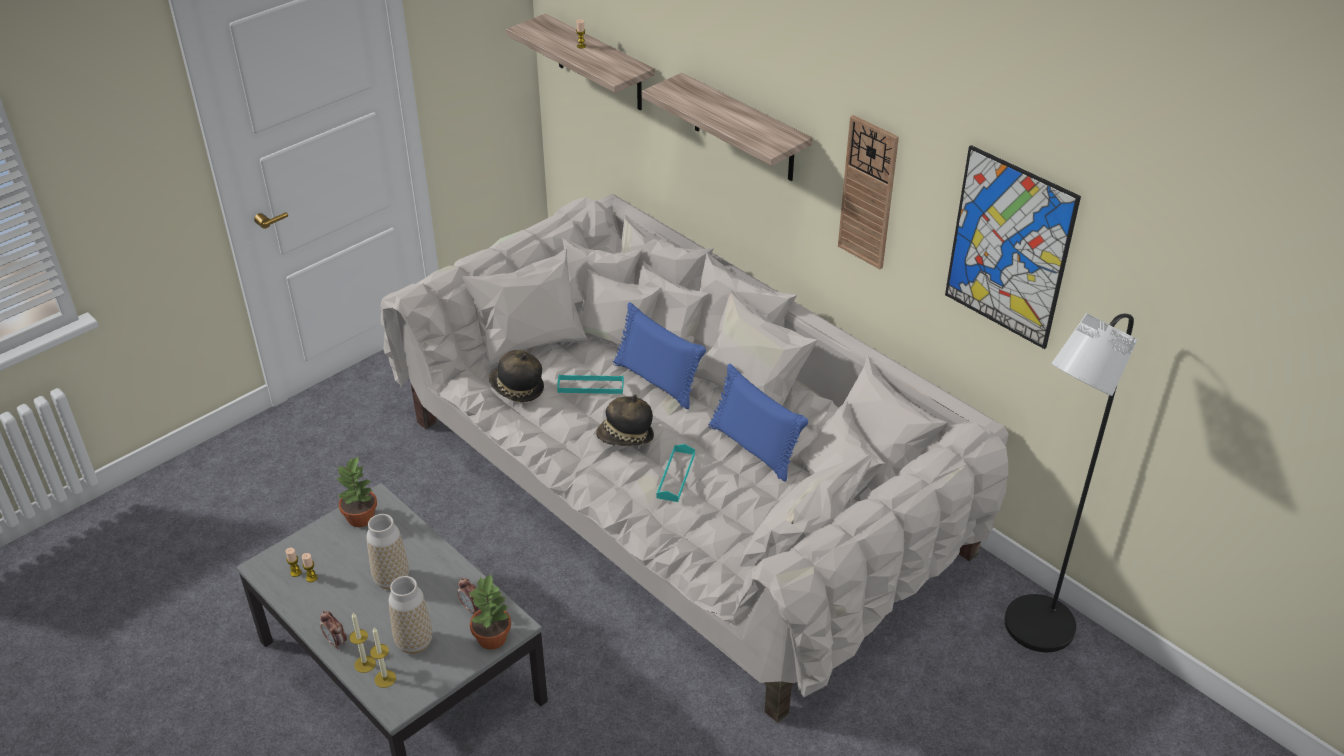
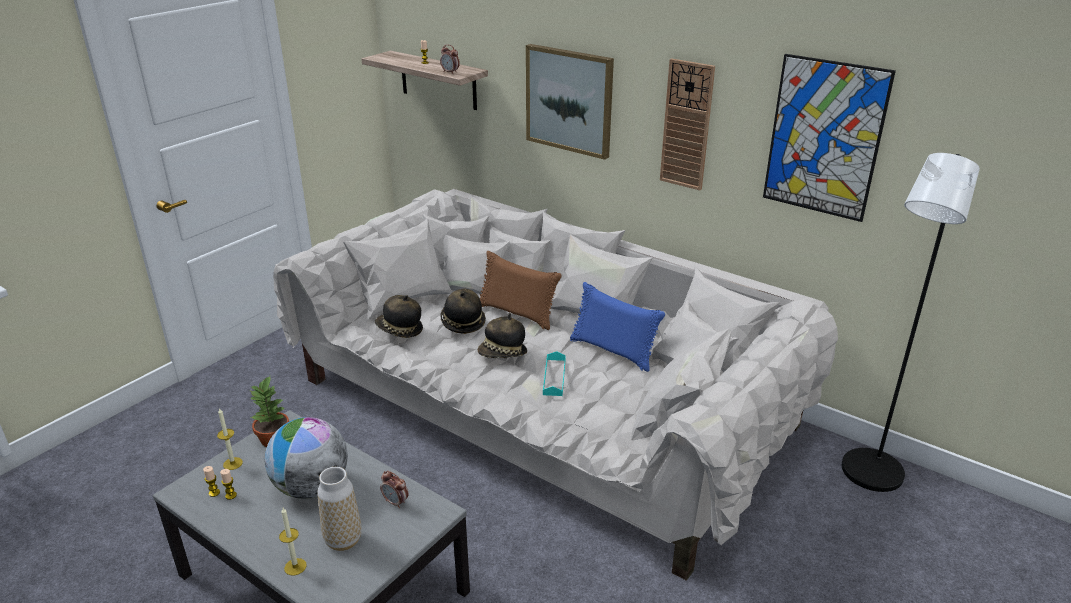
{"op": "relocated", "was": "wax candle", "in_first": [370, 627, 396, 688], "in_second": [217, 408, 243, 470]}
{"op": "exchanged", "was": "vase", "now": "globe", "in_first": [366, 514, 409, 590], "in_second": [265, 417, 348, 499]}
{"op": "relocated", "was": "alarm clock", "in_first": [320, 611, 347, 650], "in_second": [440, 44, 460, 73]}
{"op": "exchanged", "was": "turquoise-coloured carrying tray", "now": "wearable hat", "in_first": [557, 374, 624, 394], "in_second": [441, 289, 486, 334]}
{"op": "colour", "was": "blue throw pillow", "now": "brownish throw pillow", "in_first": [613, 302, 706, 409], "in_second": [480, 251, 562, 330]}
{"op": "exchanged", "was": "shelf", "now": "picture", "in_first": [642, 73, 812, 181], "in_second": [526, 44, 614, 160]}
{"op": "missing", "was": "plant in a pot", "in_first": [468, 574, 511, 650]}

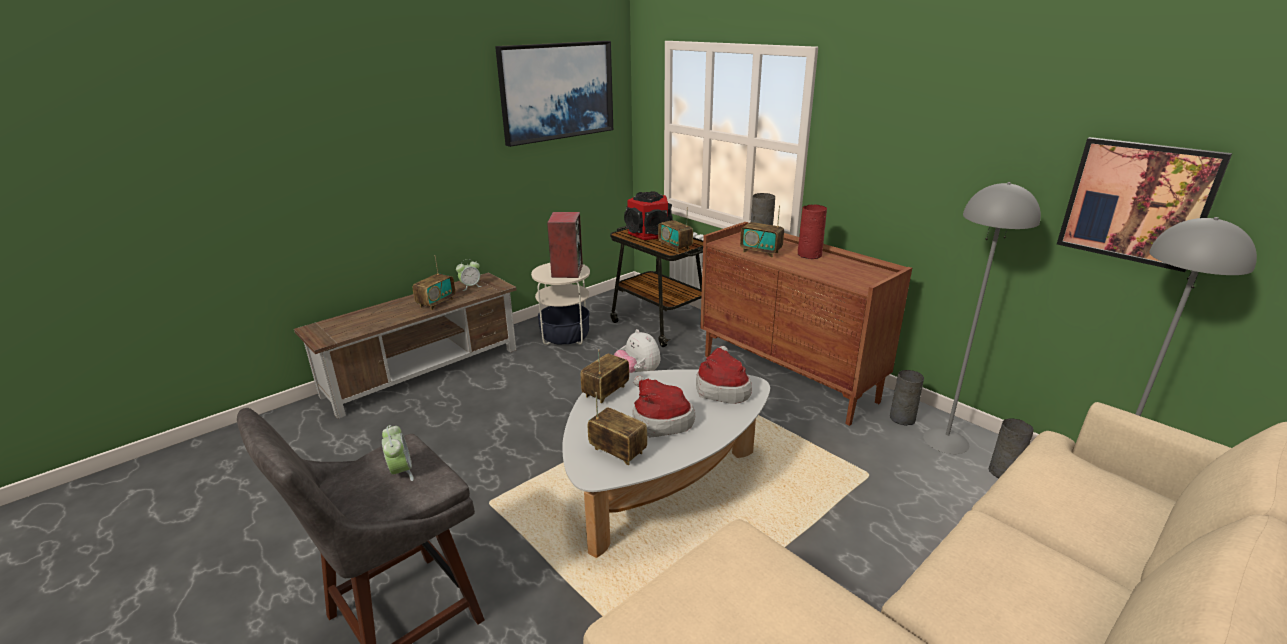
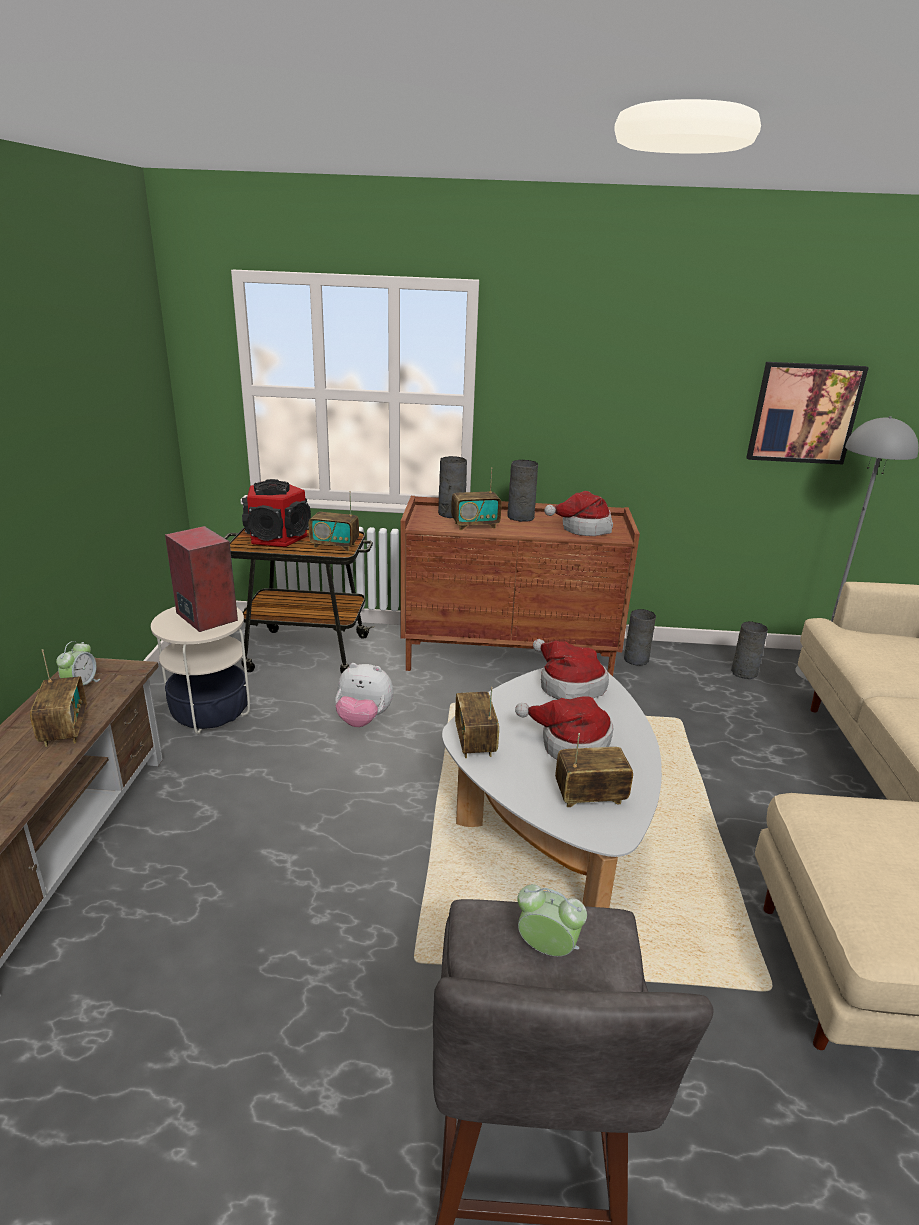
{"op": "colour", "was": "red vase", "now": "grey vase", "in_first": [798, 205, 827, 259], "in_second": [508, 460, 538, 522]}
{"op": "appeared", "now": "wearable hat", "in_second": [544, 491, 613, 536]}
{"op": "missing", "was": "picture", "in_first": [495, 41, 613, 147]}
{"op": "missing", "was": "grey floor lamp", "in_first": [923, 182, 1041, 454]}

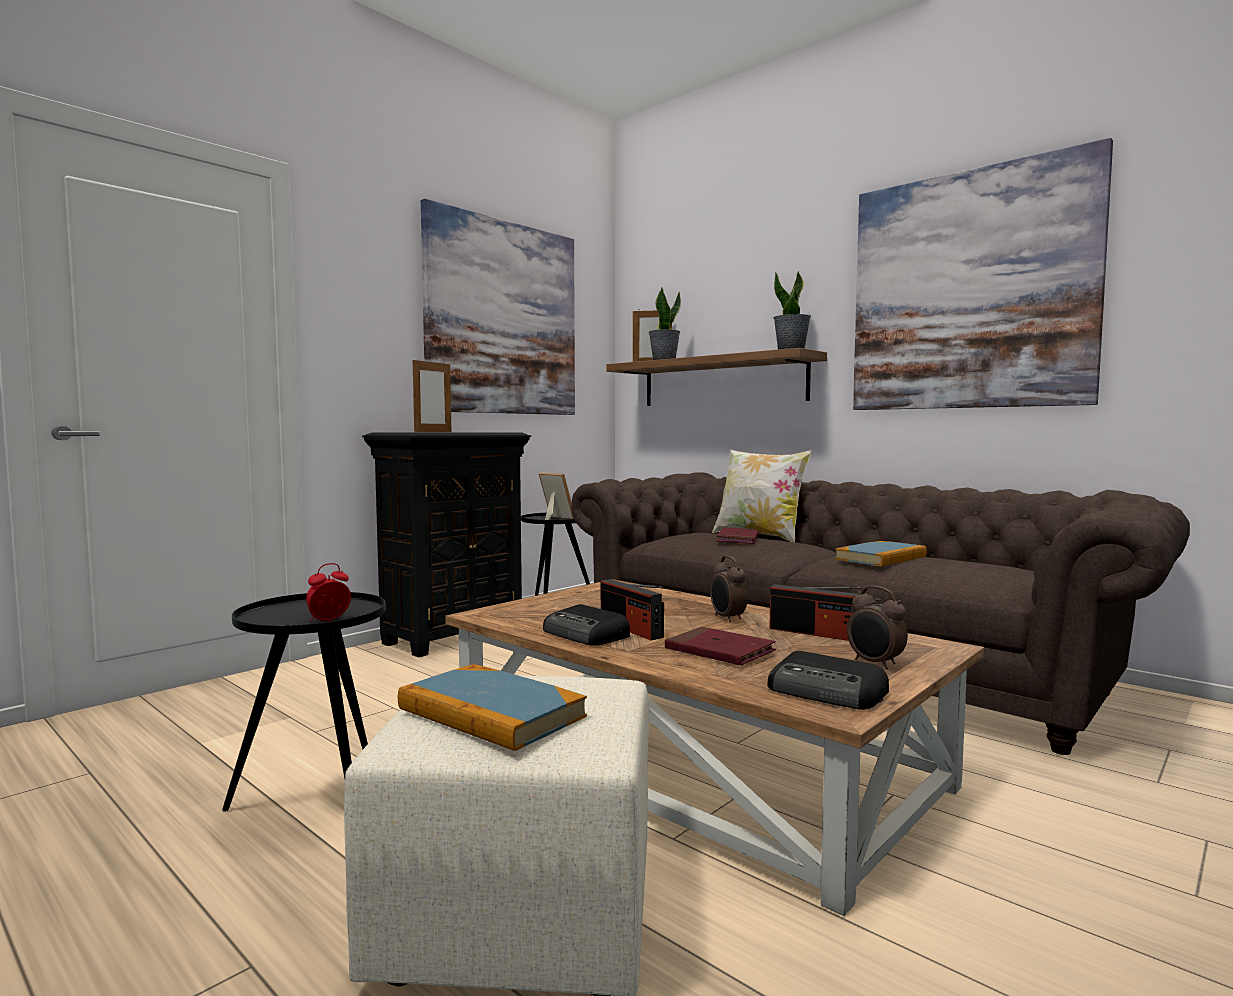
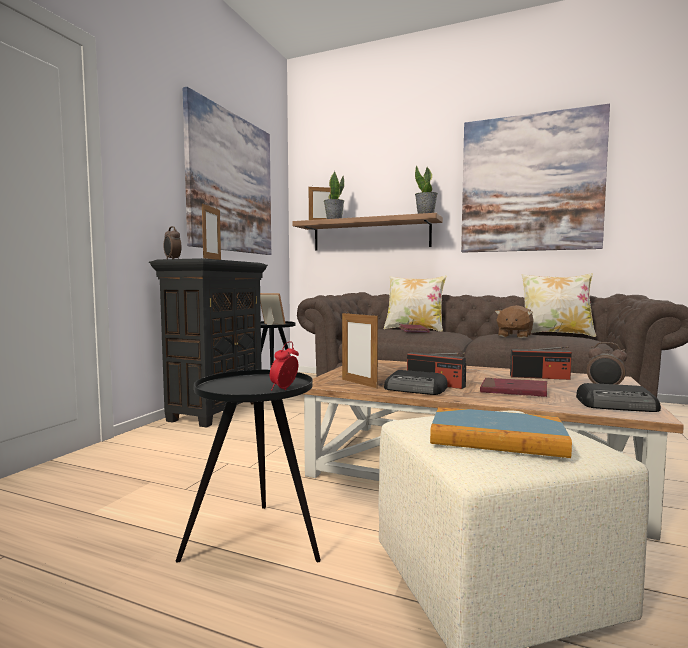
{"op": "relocated", "was": "alarm clock", "in_first": [710, 556, 748, 622], "in_second": [164, 226, 181, 259]}
{"op": "appeared", "now": "standing frame", "in_second": [342, 312, 378, 388]}
{"op": "exchanged", "was": "bound book", "now": "brownish cuddly toy", "in_first": [835, 541, 927, 566], "in_second": [495, 305, 534, 338]}
{"op": "appeared", "now": "throw pillow", "in_second": [521, 273, 596, 337]}

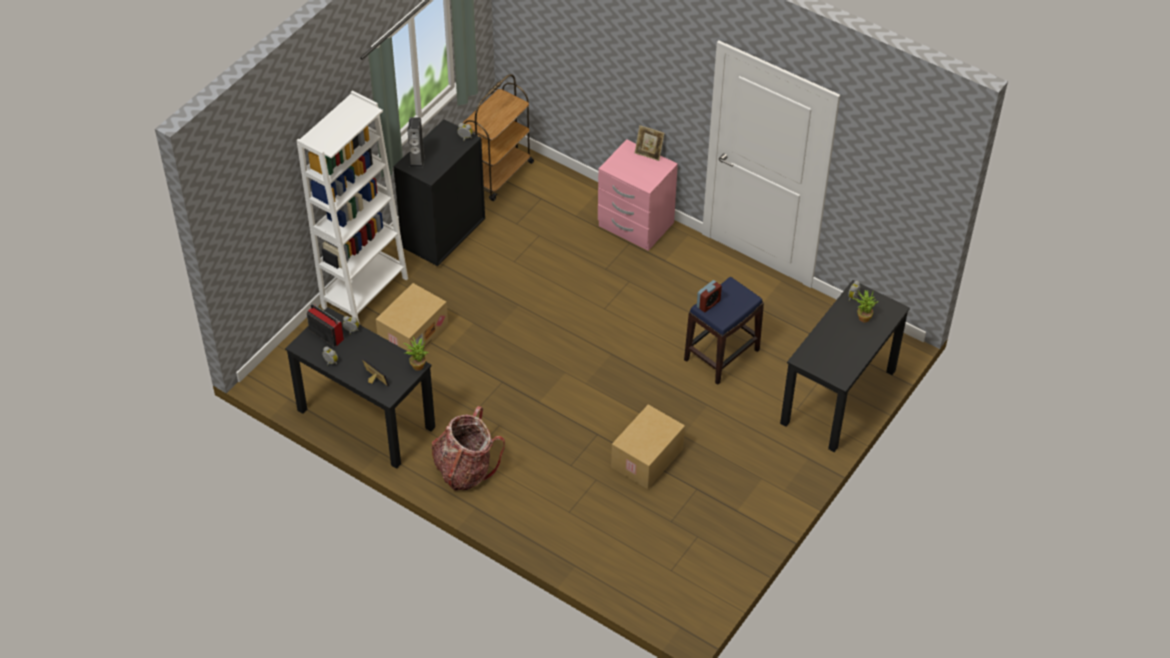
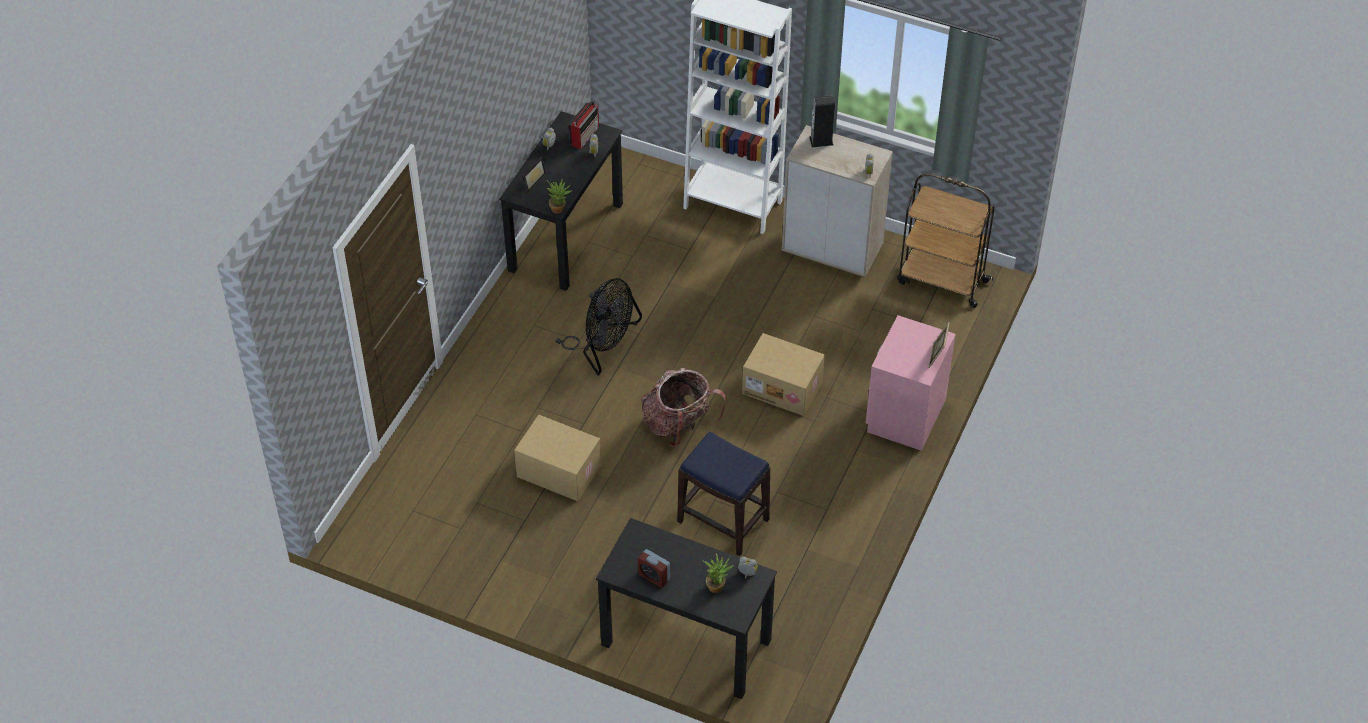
{"op": "appeared", "now": "blackish fan", "in_second": [555, 278, 642, 376]}
{"op": "relocated", "was": "alarm clock", "in_first": [697, 280, 722, 312], "in_second": [638, 549, 670, 588]}
{"op": "relocated", "was": "knapsack", "in_first": [431, 406, 505, 491], "in_second": [641, 368, 727, 447]}
{"op": "relocated", "was": "packing box", "in_first": [376, 283, 448, 352], "in_second": [742, 333, 825, 416]}
{"op": "colour", "was": "blackish storage cabinet", "now": "sand-coloured storage cabinet", "in_first": [394, 119, 485, 266], "in_second": [782, 125, 893, 277]}

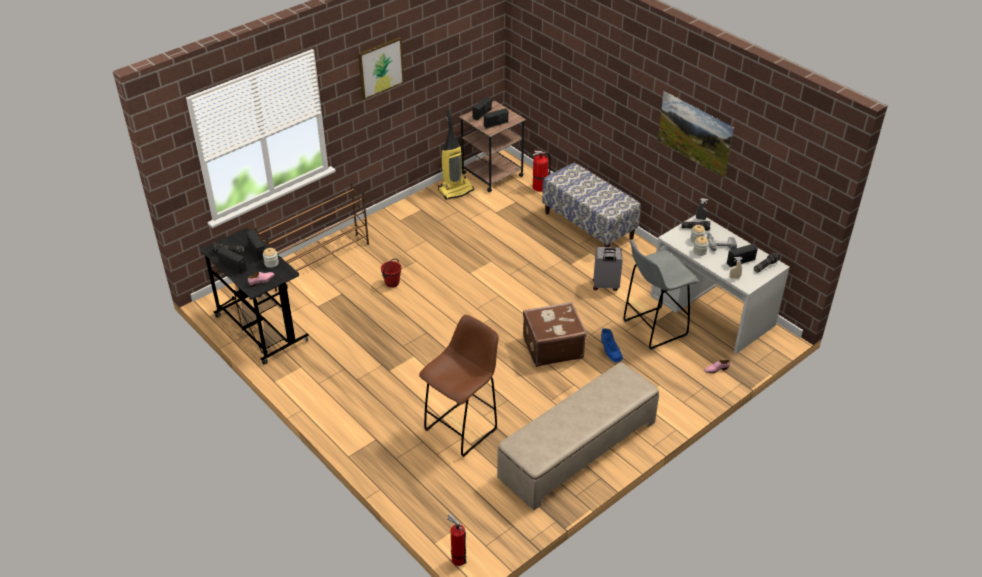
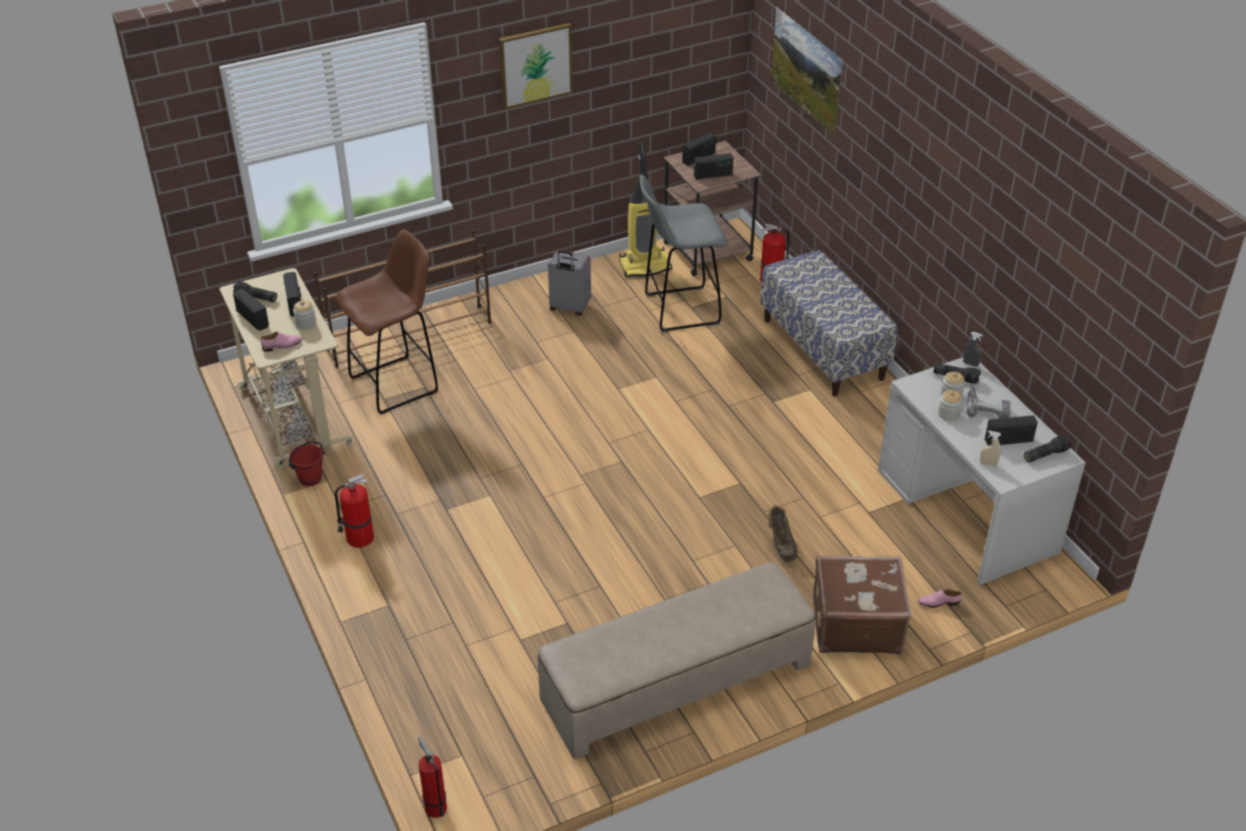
{"op": "colour", "was": "blackish desk", "now": "sand-coloured desk", "in_first": [200, 228, 309, 365], "in_second": [220, 268, 353, 468]}
{"op": "relocated", "was": "red water bucket", "in_first": [381, 259, 401, 288], "in_second": [289, 442, 325, 486]}
{"op": "relocated", "was": "brownish sitting stool", "in_first": [419, 315, 499, 457], "in_second": [335, 229, 438, 415]}
{"op": "appeared", "now": "fire-fighting cylinder", "in_second": [335, 474, 374, 548]}
{"op": "relocated", "was": "grey travel case", "in_first": [593, 247, 623, 291], "in_second": [548, 250, 591, 316]}
{"op": "relocated", "was": "grey sitting stool", "in_first": [623, 240, 699, 350], "in_second": [639, 174, 727, 332]}
{"op": "colour", "was": "blue boot", "now": "brownish boot", "in_first": [601, 328, 623, 363], "in_second": [768, 505, 798, 562]}
{"op": "relocated", "was": "picture", "in_first": [658, 91, 734, 178], "in_second": [771, 6, 843, 136]}
{"op": "relocated", "was": "brownish travel case", "in_first": [523, 302, 587, 367], "in_second": [813, 556, 911, 654]}

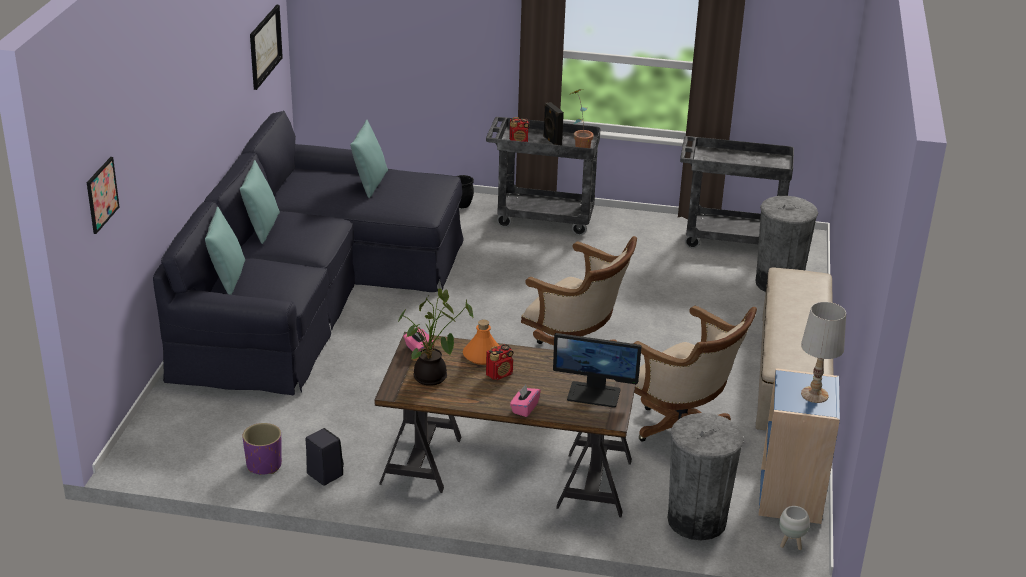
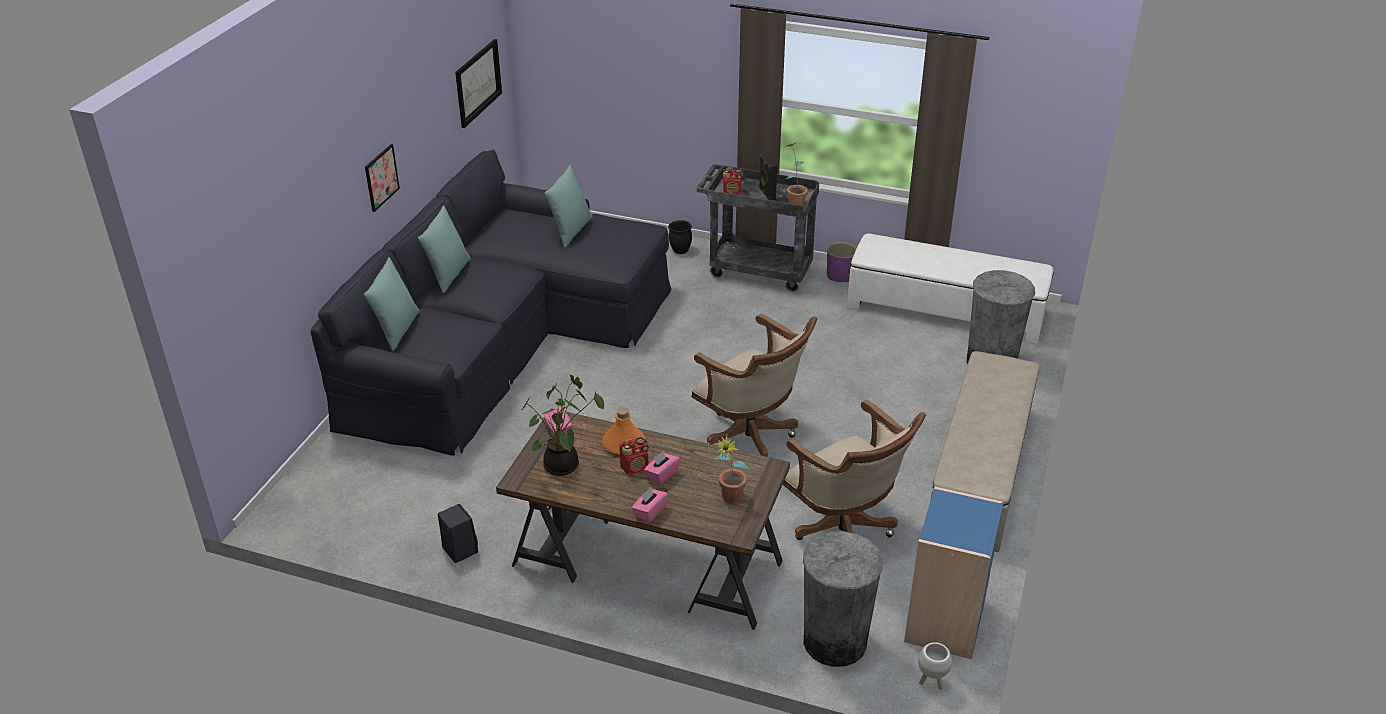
{"op": "relocated", "was": "picture", "in_first": [87, 157, 119, 234], "in_second": [365, 144, 400, 212]}
{"op": "appeared", "now": "pinkish tissue box", "in_second": [644, 451, 680, 485]}
{"op": "exchanged", "was": "monitor", "now": "plant in a pot", "in_first": [553, 333, 642, 408], "in_second": [713, 436, 749, 503]}
{"op": "relocated", "was": "purple plant pot", "in_first": [242, 423, 282, 475], "in_second": [827, 242, 857, 283]}
{"op": "exchanged", "was": "grey wheeled cart", "now": "white-coloured indoor bench", "in_first": [680, 136, 794, 248], "in_second": [847, 234, 1054, 344]}
{"op": "missing", "was": "white-coloured table lamp", "in_first": [801, 302, 846, 403]}

